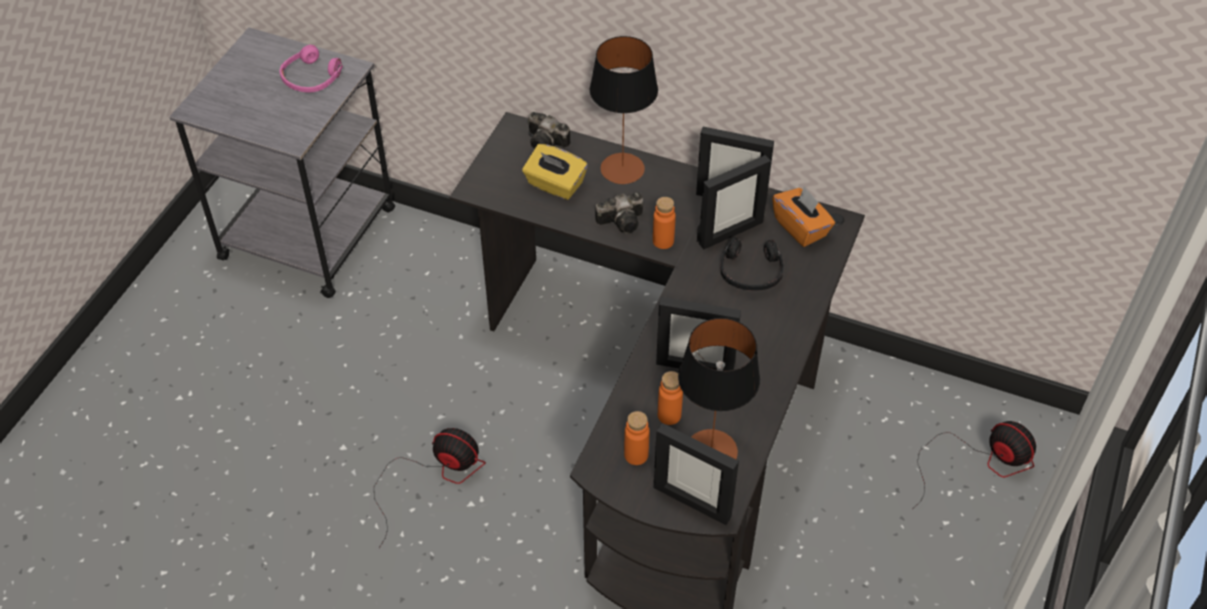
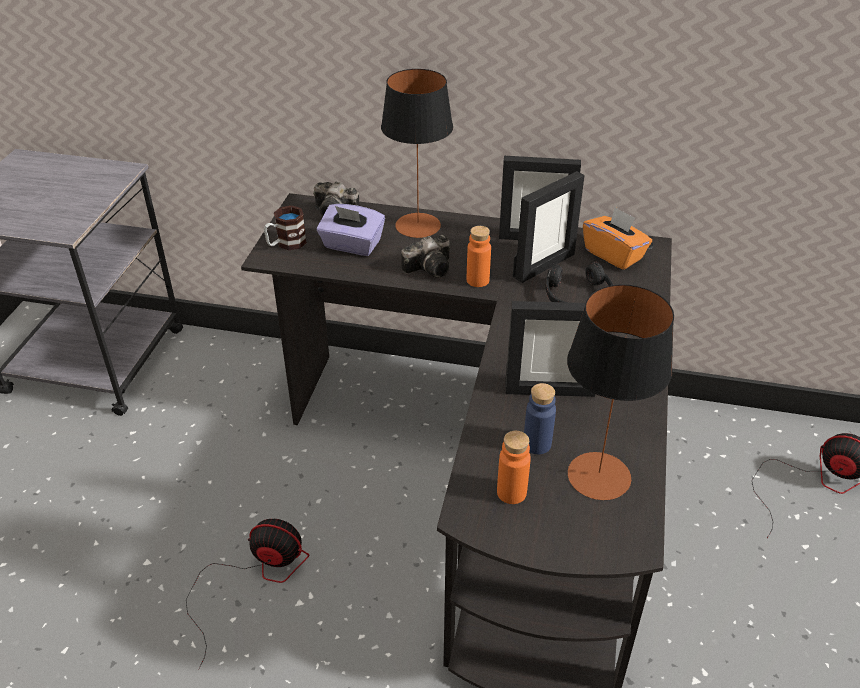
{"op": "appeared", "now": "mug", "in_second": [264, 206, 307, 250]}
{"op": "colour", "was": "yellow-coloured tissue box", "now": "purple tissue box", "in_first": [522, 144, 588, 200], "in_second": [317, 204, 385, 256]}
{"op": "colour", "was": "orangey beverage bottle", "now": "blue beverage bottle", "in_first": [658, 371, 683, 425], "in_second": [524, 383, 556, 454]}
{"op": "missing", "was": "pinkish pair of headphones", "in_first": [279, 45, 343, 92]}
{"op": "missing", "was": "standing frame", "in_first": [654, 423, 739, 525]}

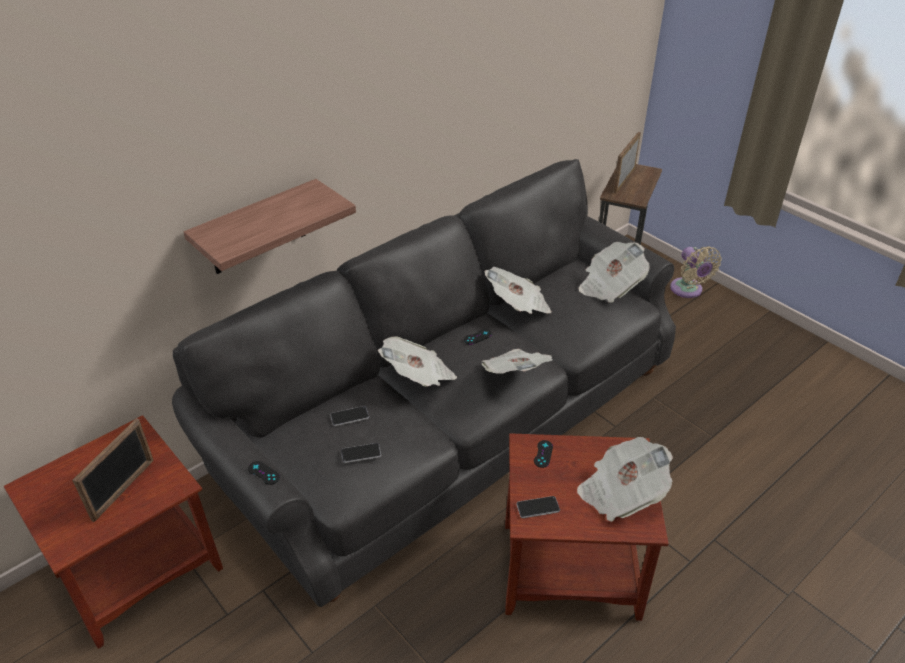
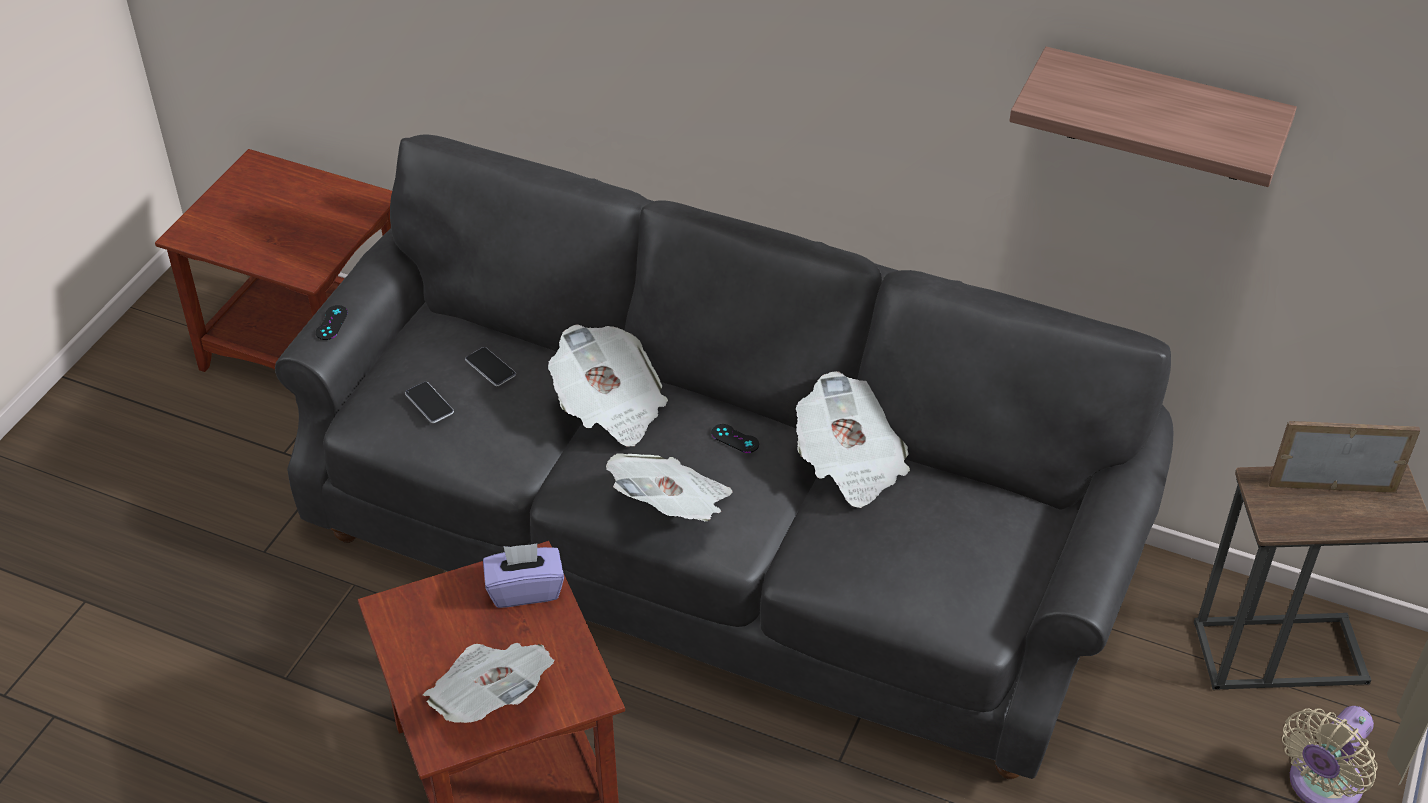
{"op": "exchanged", "was": "blackish joypad", "now": "purple tissue box", "in_first": [534, 440, 553, 468], "in_second": [483, 543, 564, 608]}
{"op": "relocated", "was": "shelf", "in_first": [184, 179, 356, 274], "in_second": [1009, 47, 1297, 187]}
{"op": "missing", "was": "standing frame", "in_first": [72, 418, 154, 522]}
{"op": "missing", "was": "telephone", "in_first": [516, 496, 560, 518]}
{"op": "missing", "was": "daily paper", "in_first": [579, 242, 650, 303]}

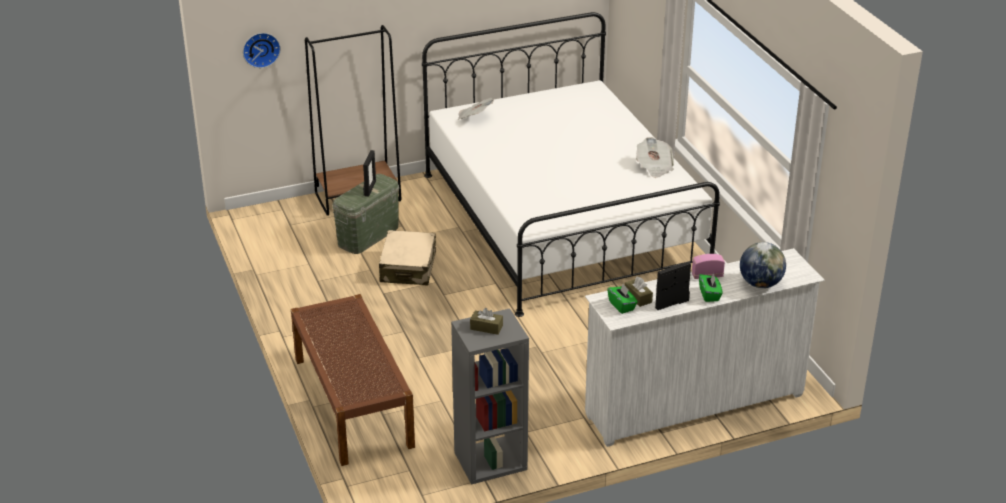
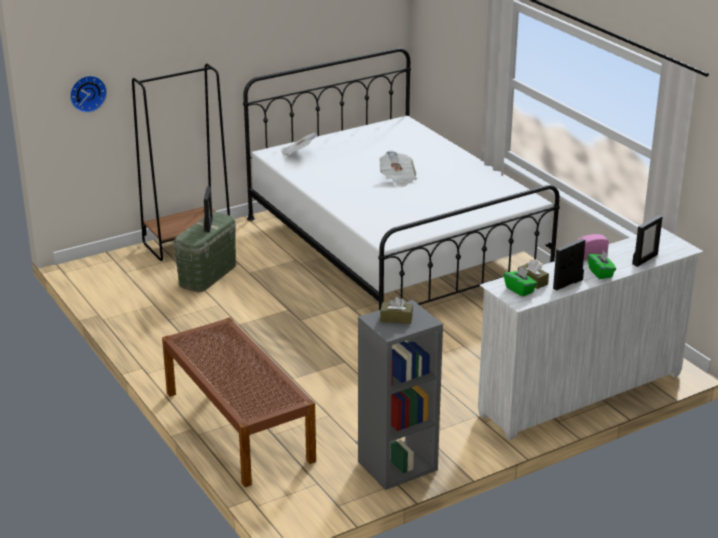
{"op": "relocated", "was": "daily paper", "in_first": [636, 137, 674, 178], "in_second": [379, 151, 417, 188]}
{"op": "exchanged", "was": "globe", "now": "standing frame", "in_first": [740, 242, 786, 288], "in_second": [632, 215, 663, 267]}
{"op": "missing", "was": "sand-coloured travel case", "in_first": [379, 230, 436, 286]}

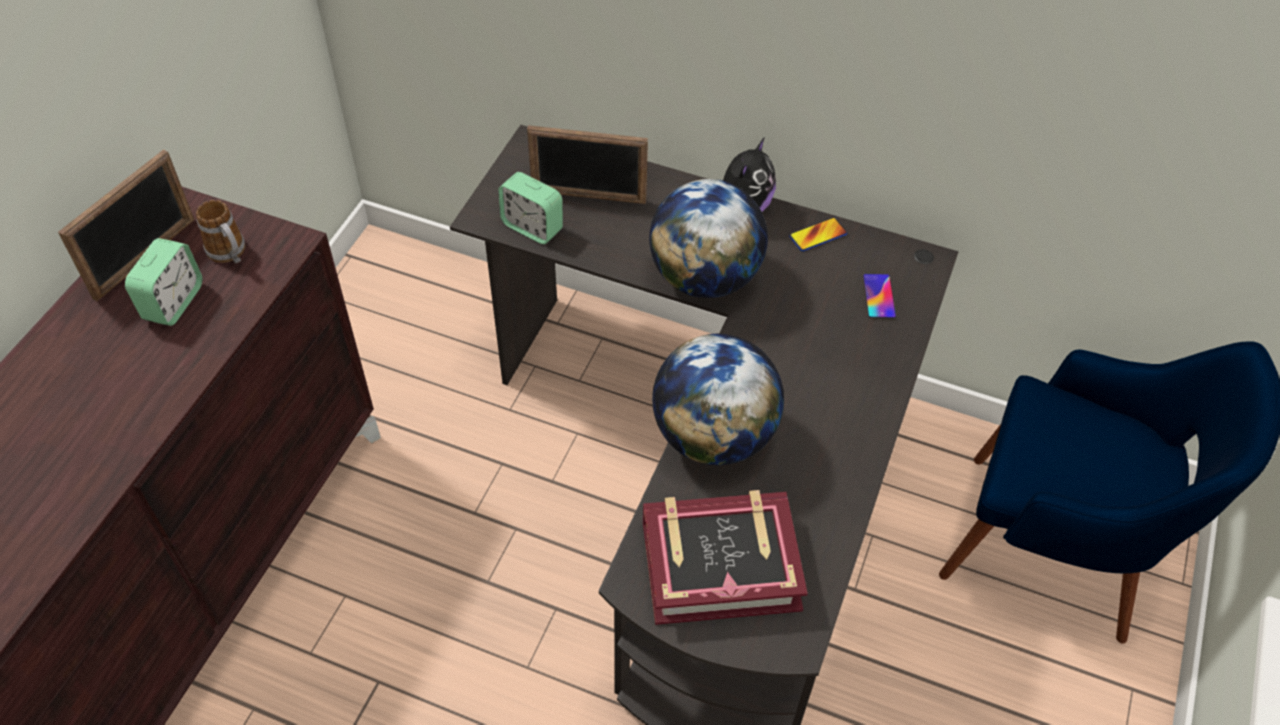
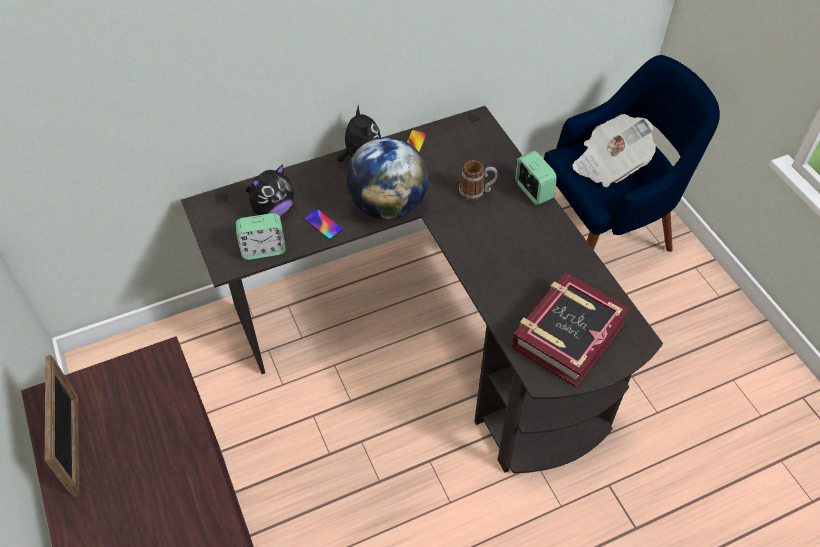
{"op": "exchanged", "was": "standing frame", "now": "cuddly toy", "in_first": [527, 125, 648, 204], "in_second": [246, 164, 294, 216]}
{"op": "relocated", "was": "telephone", "in_first": [863, 274, 896, 318], "in_second": [304, 209, 343, 240]}
{"op": "relocated", "was": "mug", "in_first": [196, 200, 245, 263], "in_second": [459, 160, 497, 200]}
{"op": "relocated", "was": "alarm clock", "in_first": [125, 238, 202, 326], "in_second": [515, 151, 557, 205]}
{"op": "appeared", "now": "daily paper", "in_second": [572, 114, 656, 187]}
{"op": "missing", "was": "globe", "in_first": [652, 334, 784, 465]}

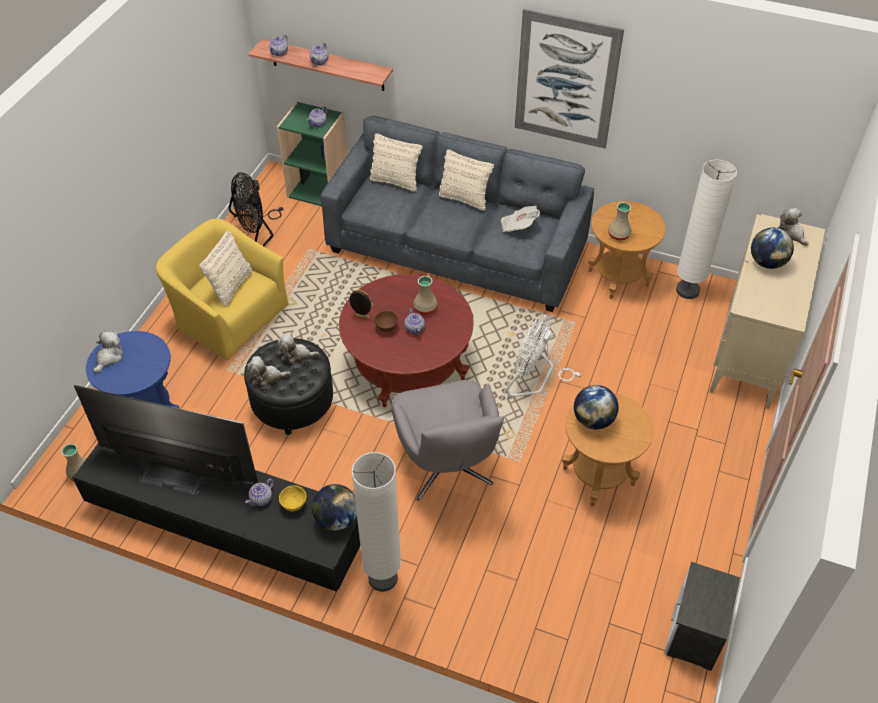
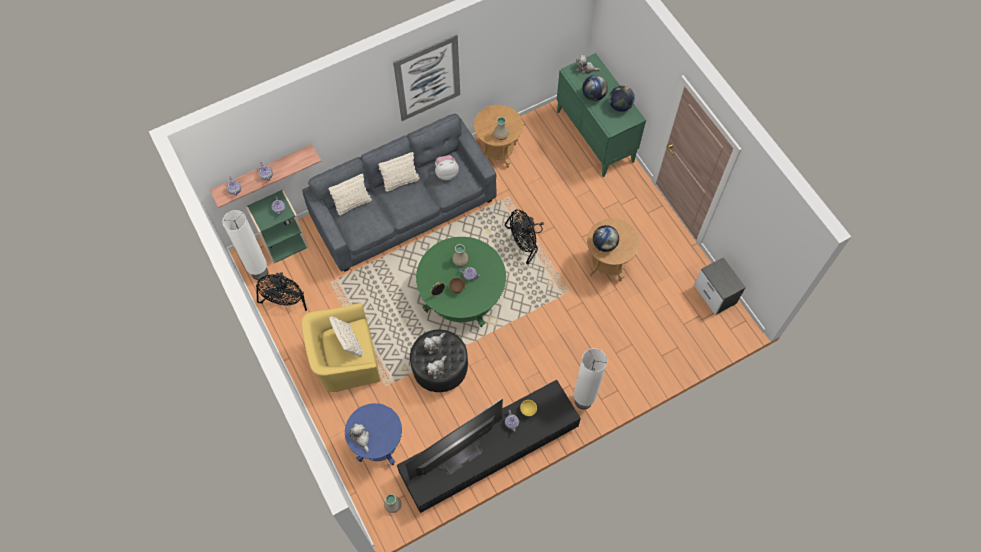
{"op": "relocated", "was": "white-coloured floor lamp", "in_first": [676, 160, 737, 299], "in_second": [222, 210, 268, 280]}
{"op": "colour", "was": "red coffee table", "now": "greenish coffee table", "in_first": [339, 274, 474, 407], "in_second": [416, 237, 506, 327]}
{"op": "exchanged", "was": "daily paper", "now": "cuddly toy", "in_first": [501, 206, 540, 232], "in_second": [435, 155, 459, 180]}
{"op": "colour", "was": "white-coloured fan", "now": "blackish fan", "in_first": [506, 314, 581, 397], "in_second": [505, 209, 545, 265]}
{"op": "colour", "was": "sand-coloured storage cabinet", "now": "greenish storage cabinet", "in_first": [709, 214, 825, 409], "in_second": [557, 53, 646, 177]}
{"op": "relocated", "was": "globe", "in_first": [312, 484, 357, 531], "in_second": [609, 86, 635, 112]}
{"op": "missing", "was": "grey easy chair", "in_first": [391, 380, 504, 501]}

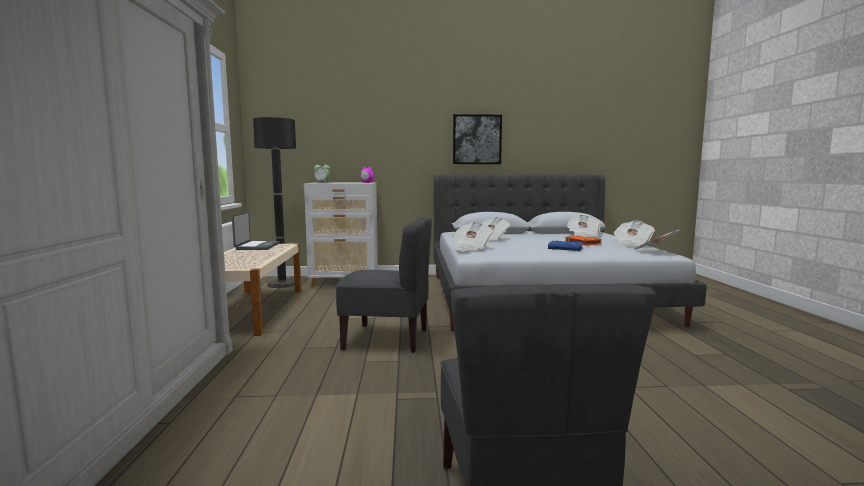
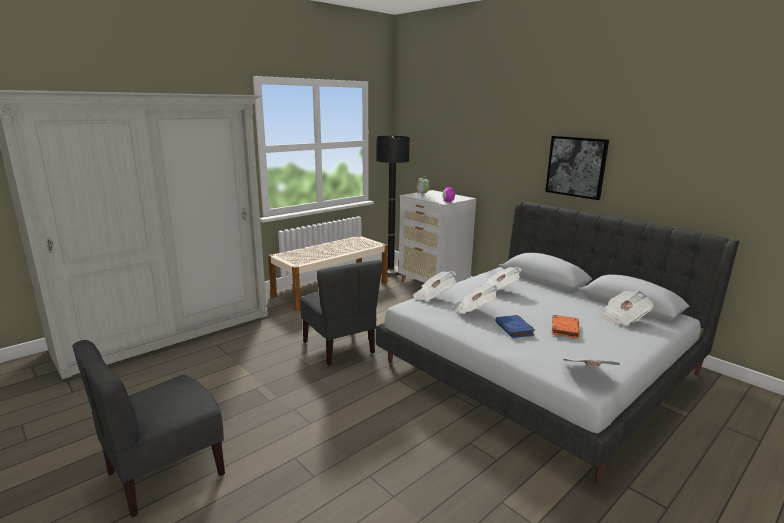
{"op": "relocated", "was": "daily paper", "in_first": [614, 220, 655, 247], "in_second": [451, 284, 499, 314]}
{"op": "missing", "was": "laptop", "in_first": [232, 212, 280, 250]}

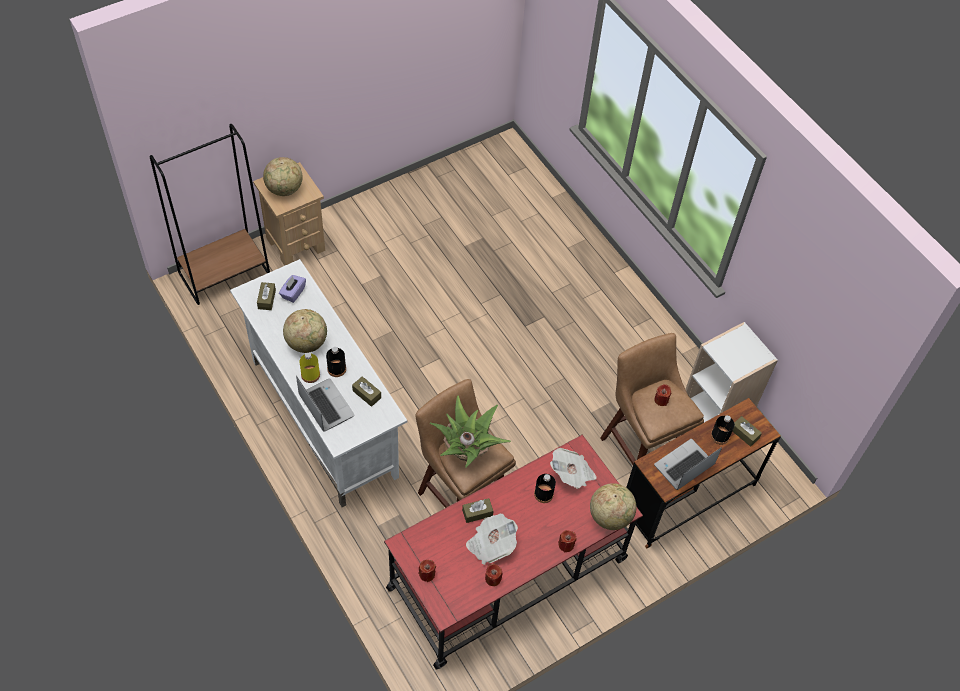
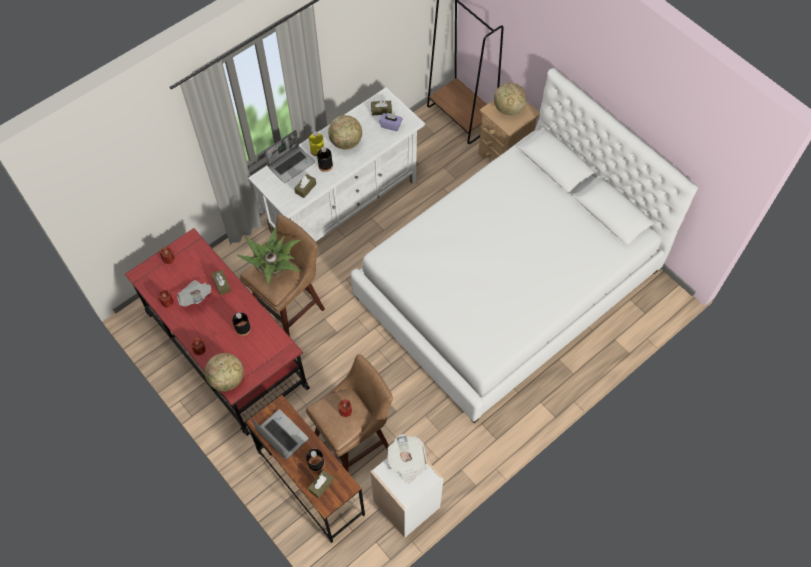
{"op": "appeared", "now": "white-coloured bed", "in_second": [351, 68, 698, 423]}
{"op": "relocated", "was": "daily paper", "in_first": [550, 448, 597, 489], "in_second": [388, 434, 427, 483]}

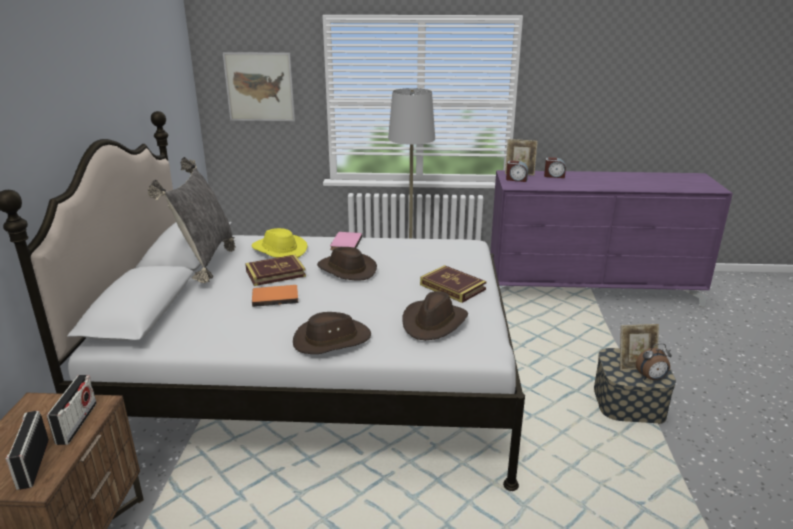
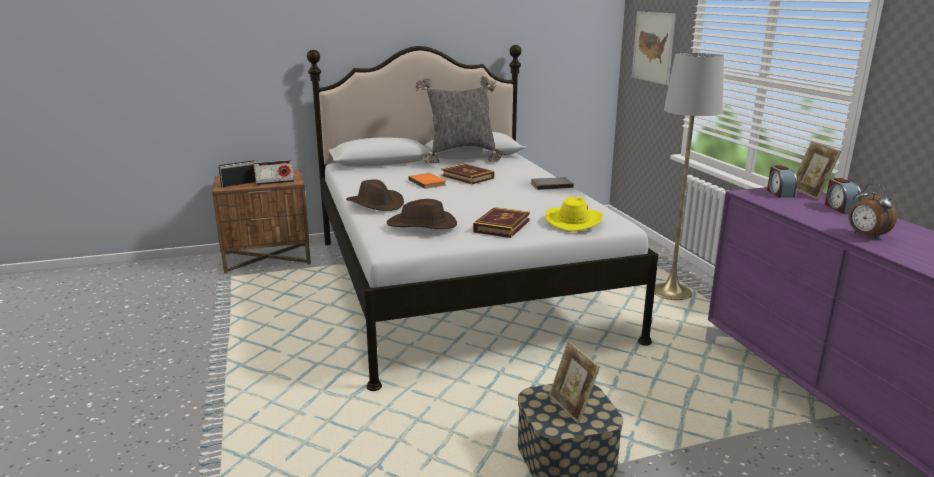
{"op": "colour", "was": "pinkish bound book", "now": "grey bound book", "in_first": [330, 232, 362, 250], "in_second": [531, 177, 573, 190]}
{"op": "relocated", "was": "yellow-coloured wearable hat", "in_first": [252, 228, 307, 258], "in_second": [545, 197, 603, 232]}
{"op": "relocated", "was": "alarm clock", "in_first": [636, 343, 672, 380], "in_second": [849, 183, 897, 239]}
{"op": "missing", "was": "brownish wearable hat", "in_first": [317, 247, 377, 281]}

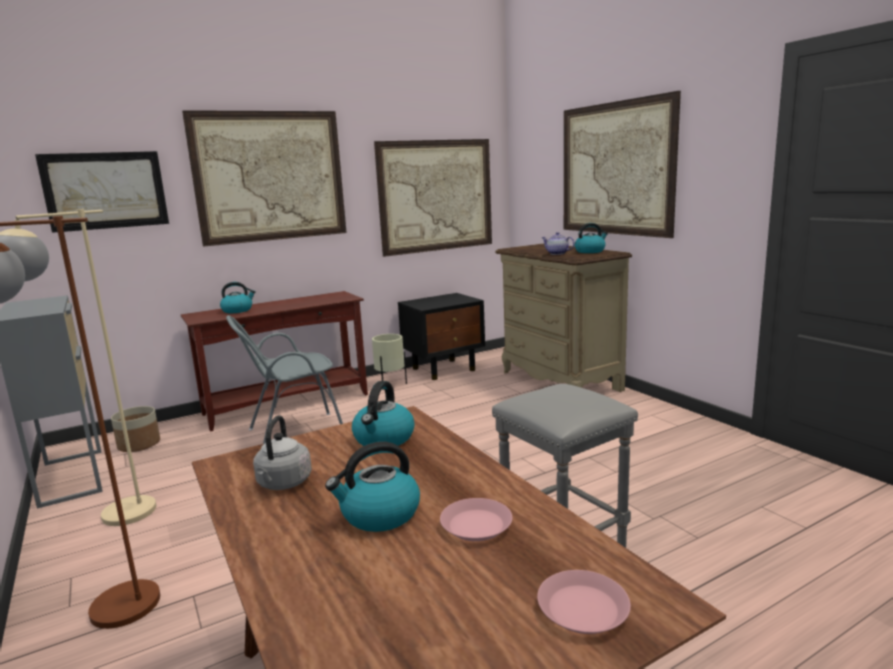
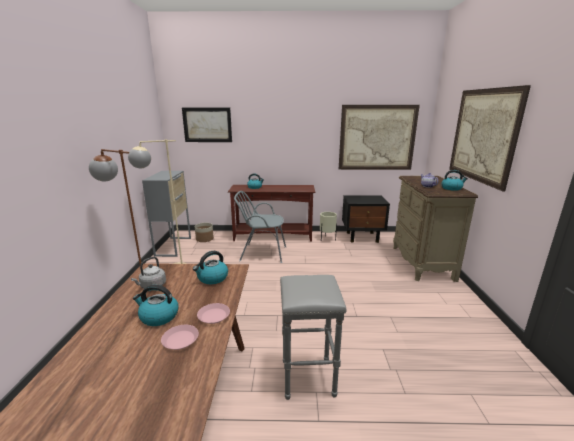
{"op": "relocated", "was": "pinkish dinner plate", "in_first": [537, 570, 631, 634], "in_second": [197, 303, 230, 324]}
{"op": "missing", "was": "picture", "in_first": [182, 110, 347, 247]}

